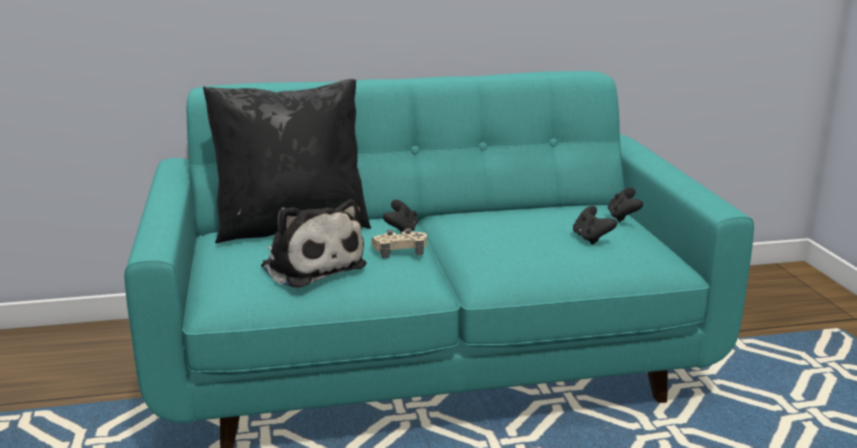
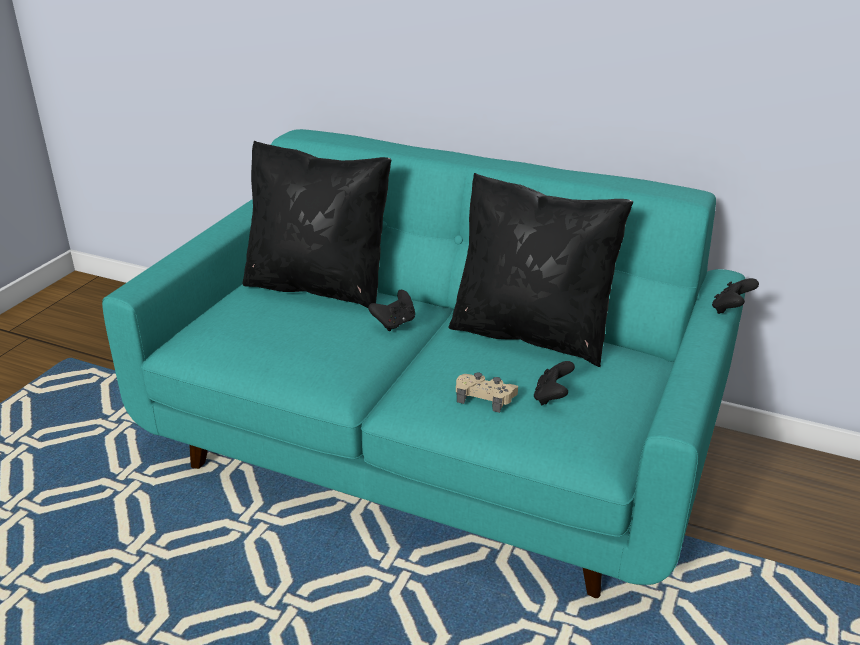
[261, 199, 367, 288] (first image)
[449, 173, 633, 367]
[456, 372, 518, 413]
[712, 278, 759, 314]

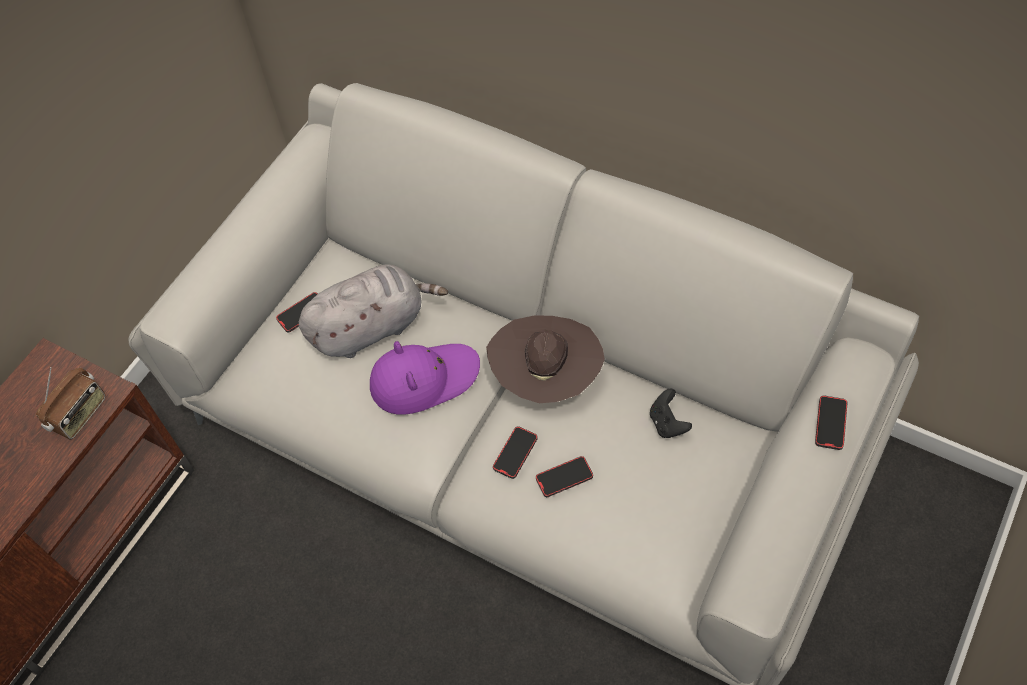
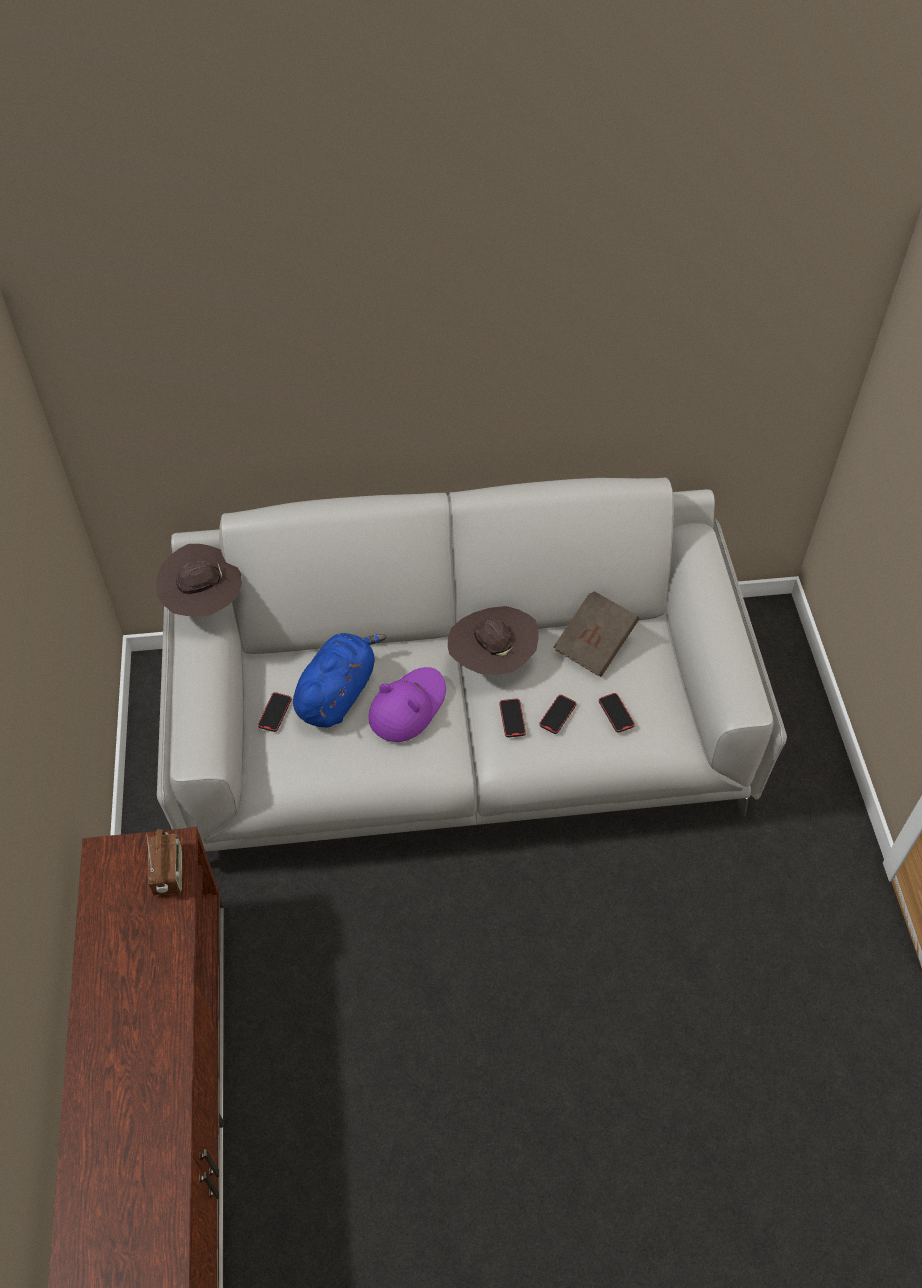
[156, 544, 242, 617]
[599, 693, 635, 733]
[554, 591, 640, 677]
[293, 633, 386, 727]

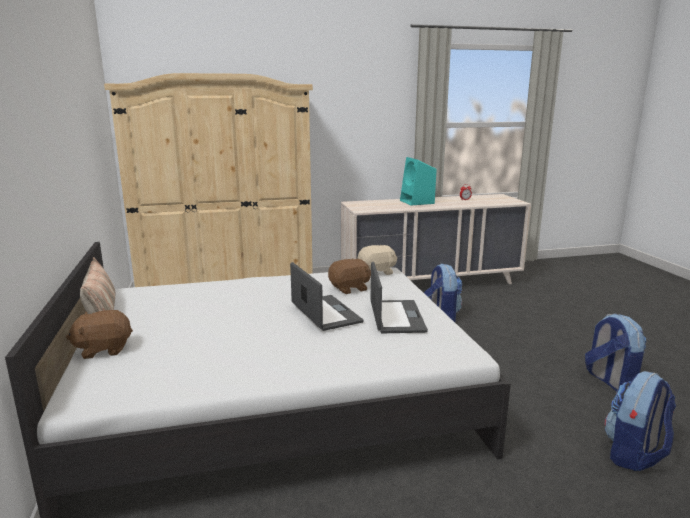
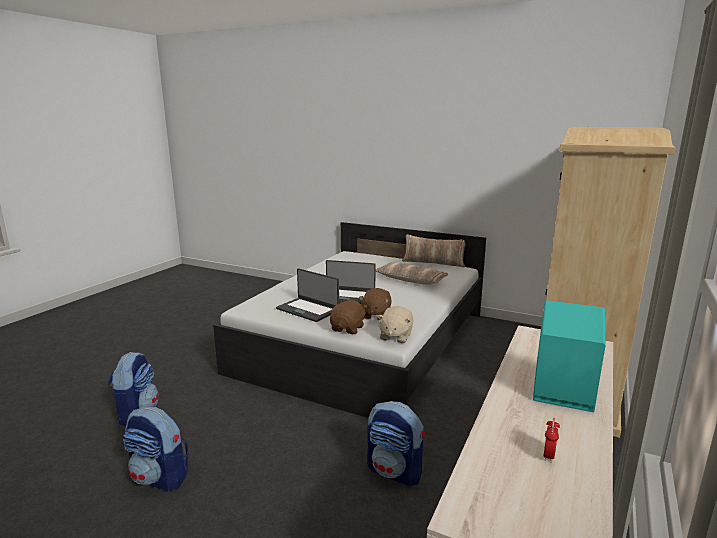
[375, 262, 448, 285]
[330, 300, 367, 334]

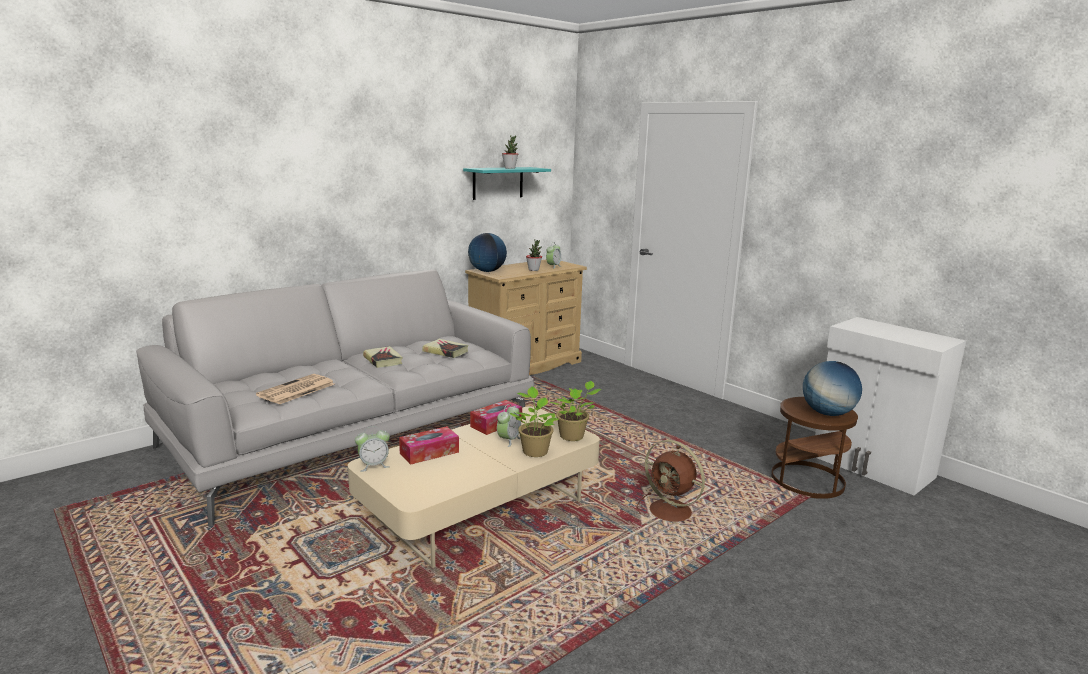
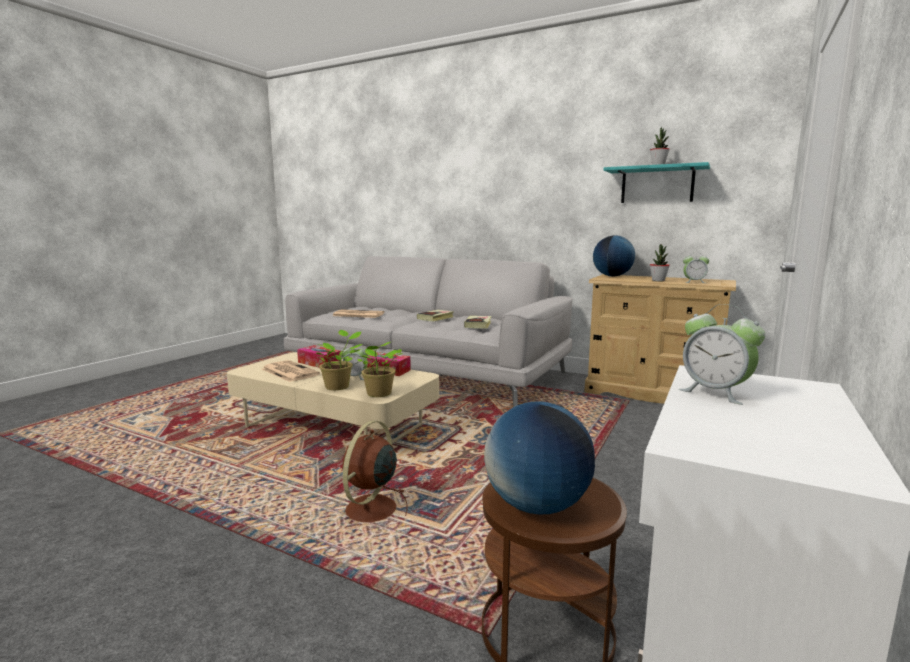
[262, 360, 320, 382]
[678, 304, 765, 405]

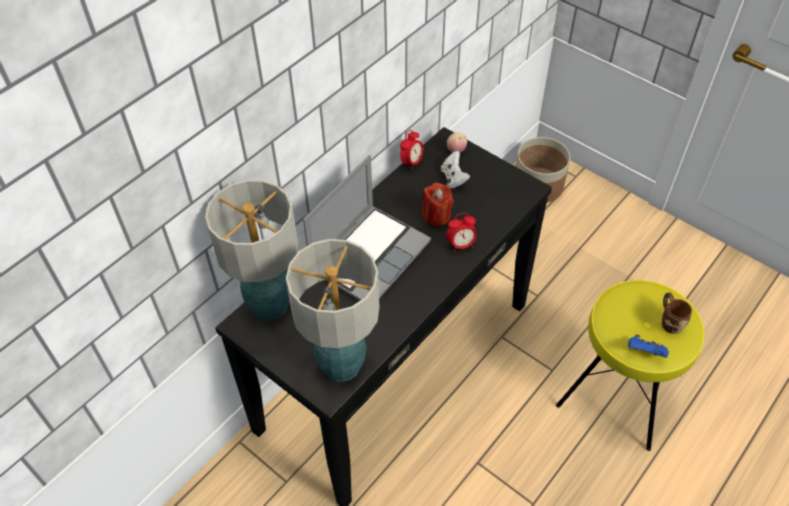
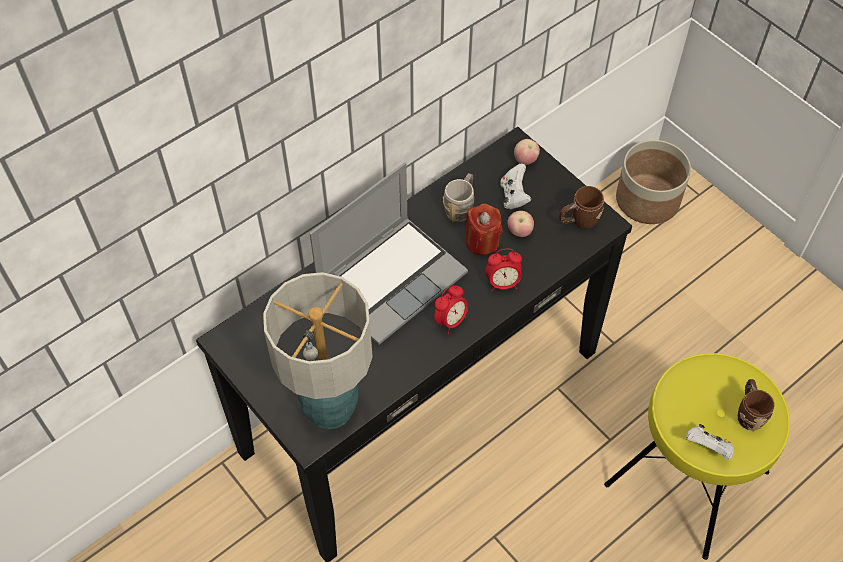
[205, 180, 298, 321] (first image)
[443, 173, 474, 222]
[507, 211, 534, 237]
[559, 186, 604, 229]
[434, 285, 468, 334]
[686, 424, 734, 460]

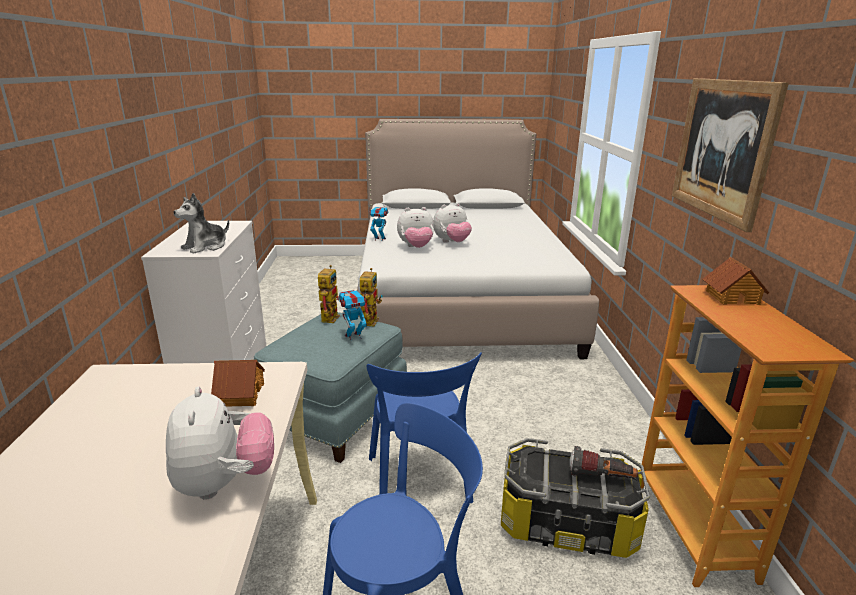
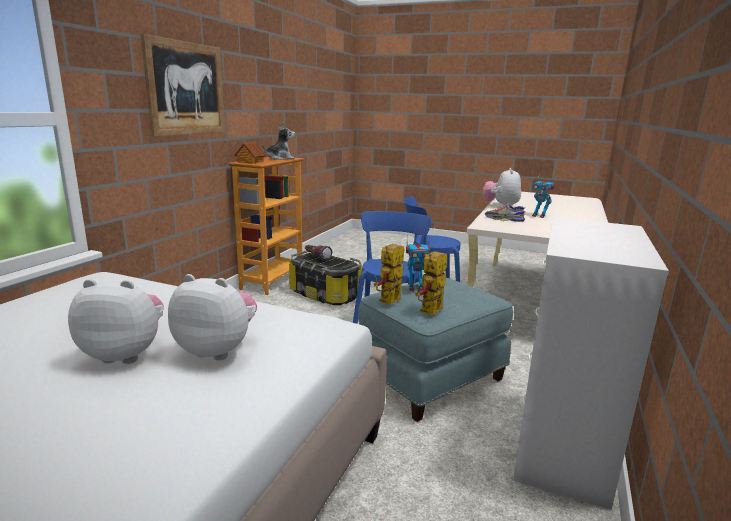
[262, 122, 295, 160]
[532, 173, 557, 218]
[485, 203, 525, 222]

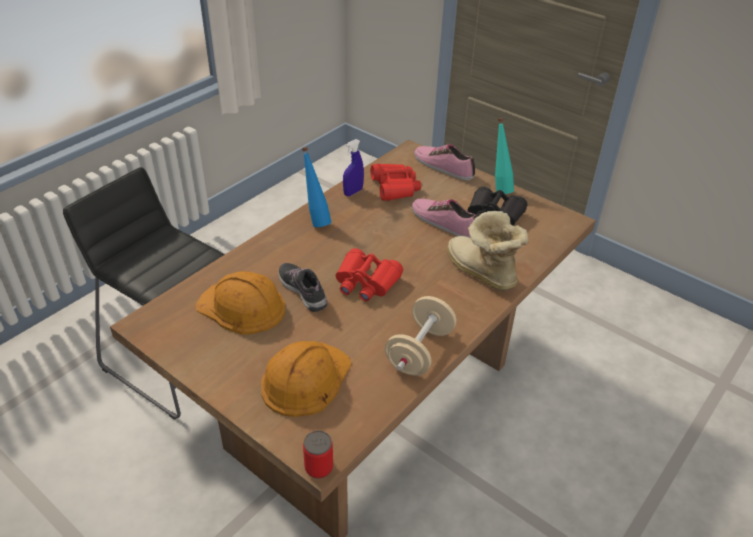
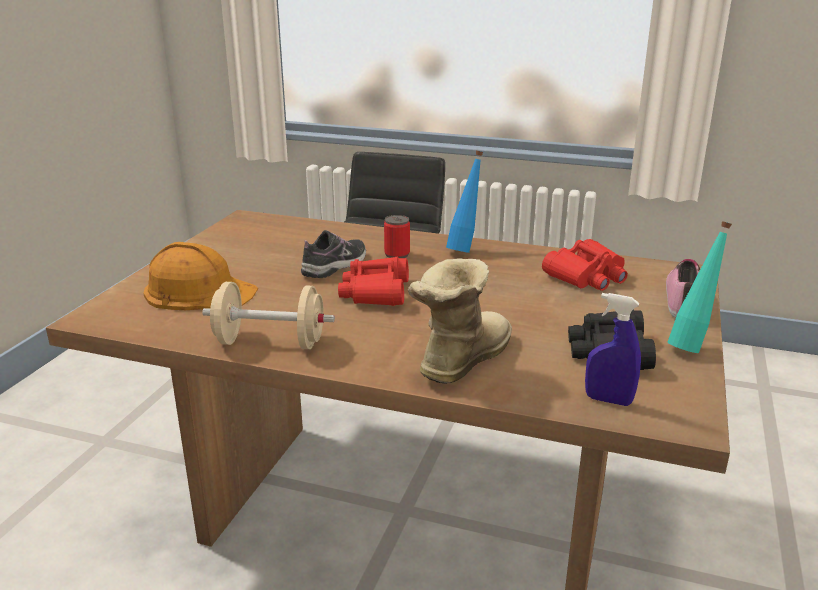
[195, 271, 285, 335] (first image)
[412, 199, 477, 238] (first image)
[384, 215, 410, 258]
[585, 293, 641, 406]

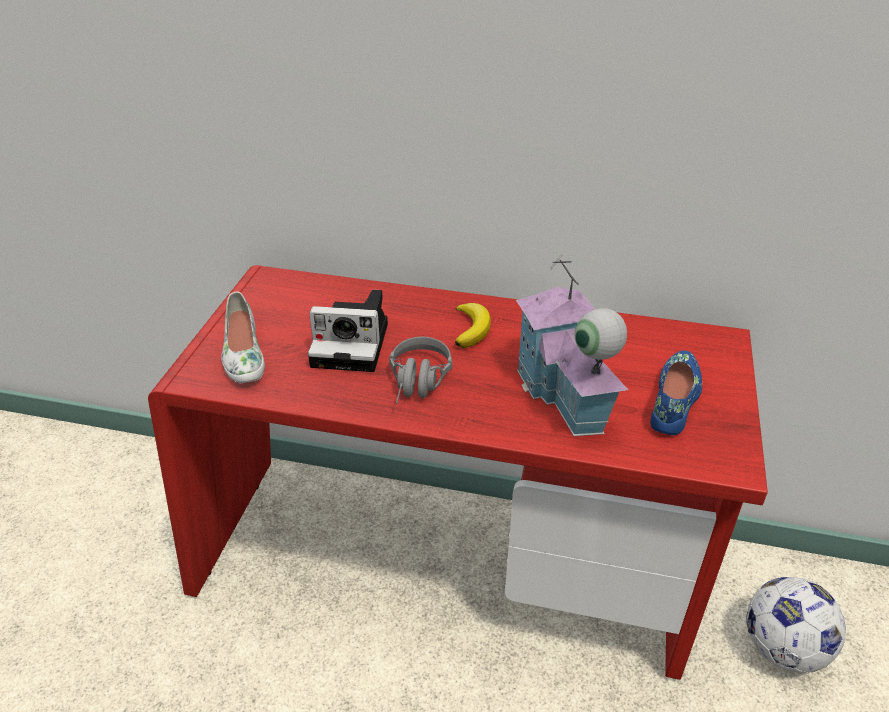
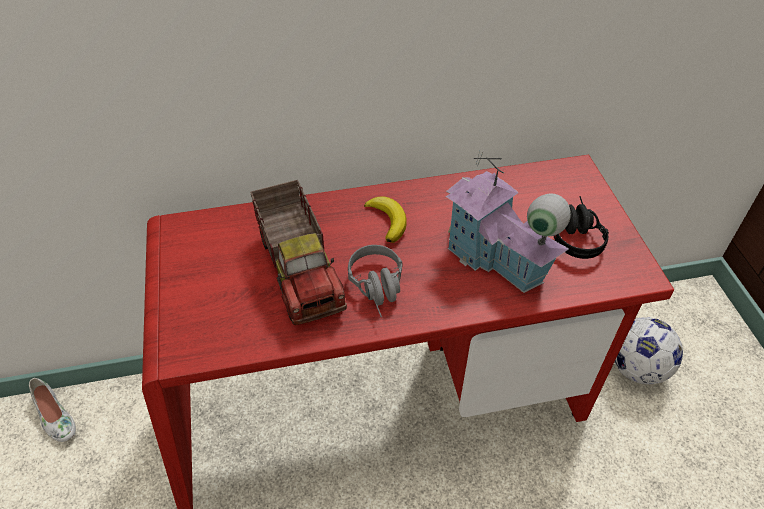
[29, 378, 76, 442]
[250, 180, 347, 325]
[554, 196, 609, 259]

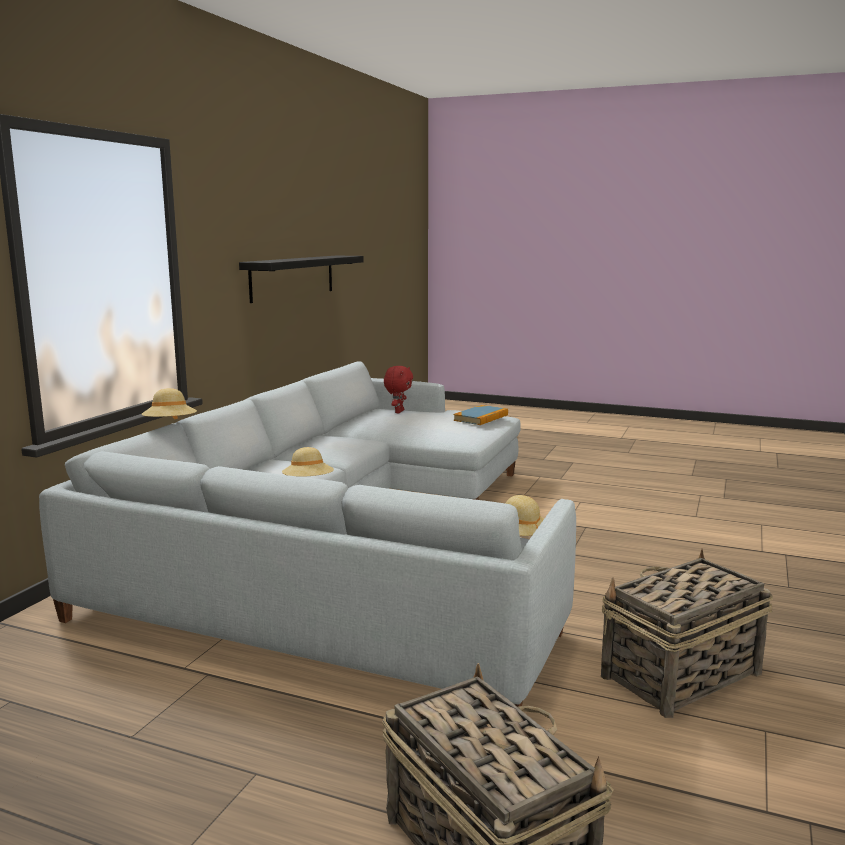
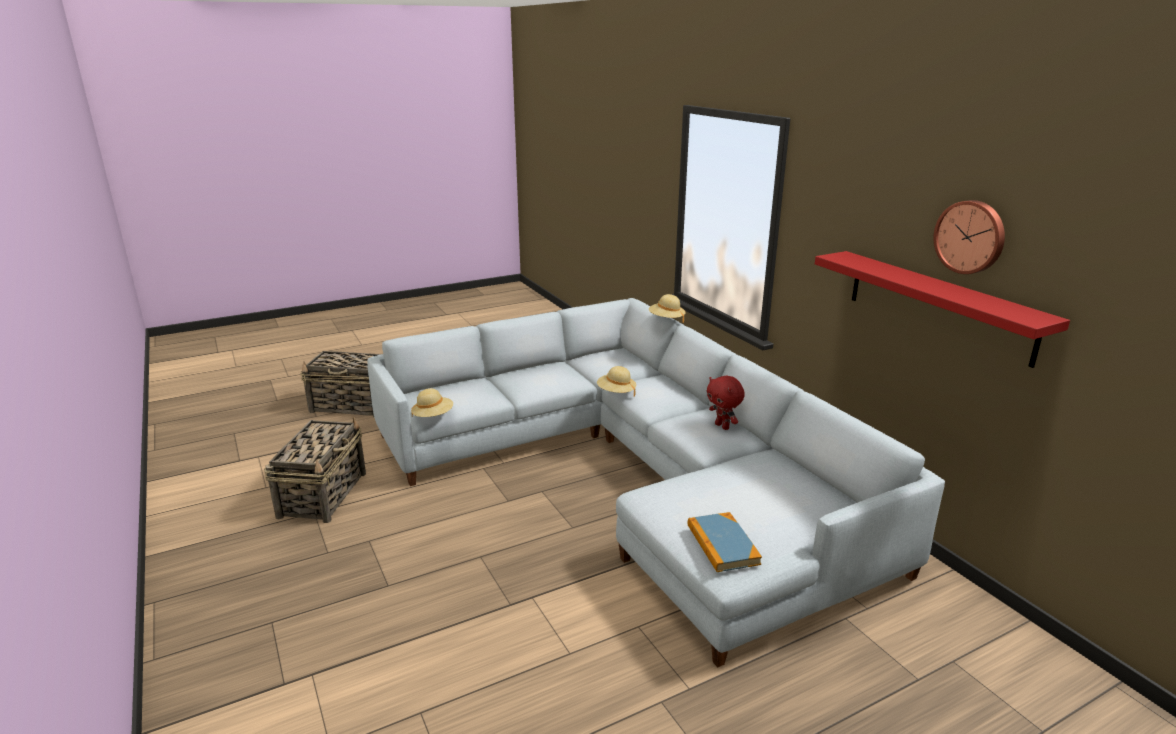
[933, 200, 1005, 274]
[707, 376, 745, 430]
[815, 251, 1070, 368]

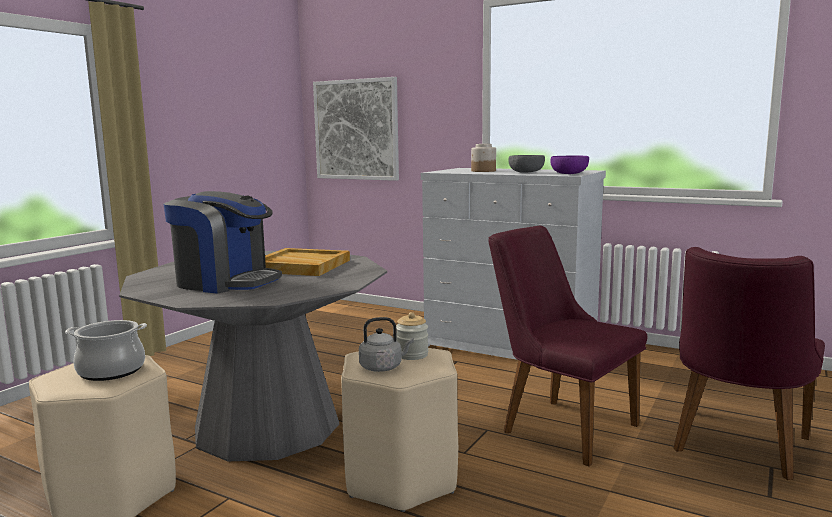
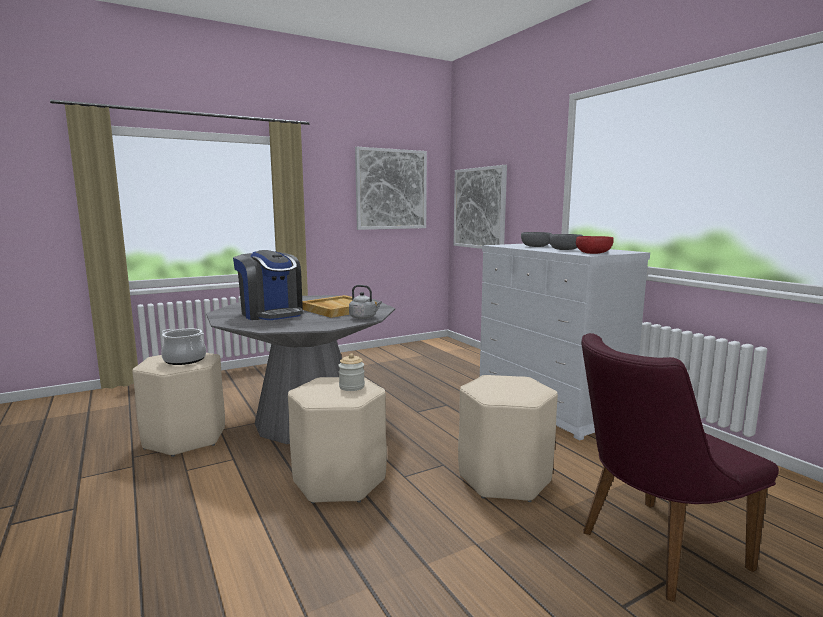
[355, 147, 427, 230]
[349, 285, 382, 319]
[521, 232, 552, 247]
[458, 375, 558, 502]
[576, 236, 614, 254]

